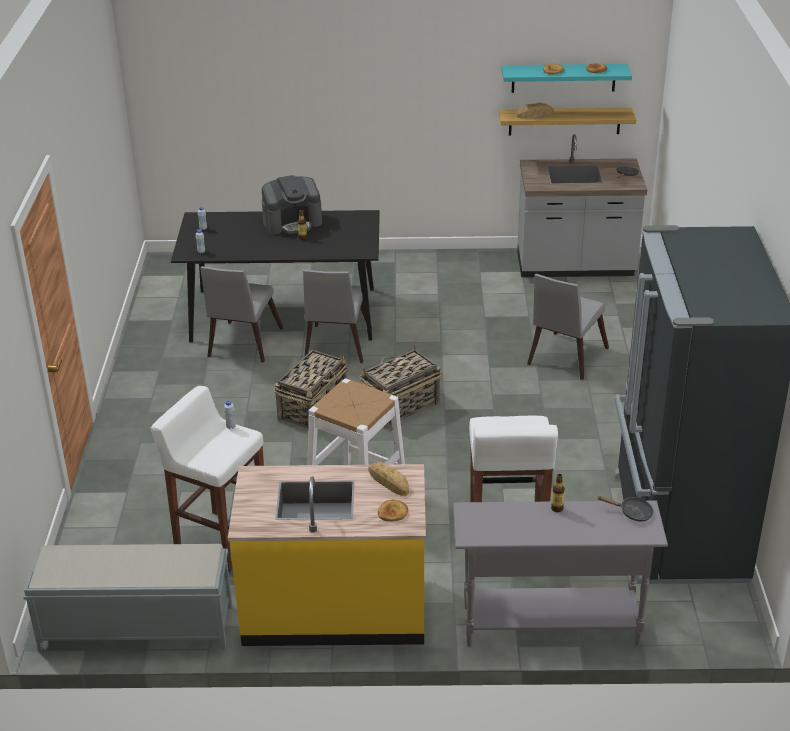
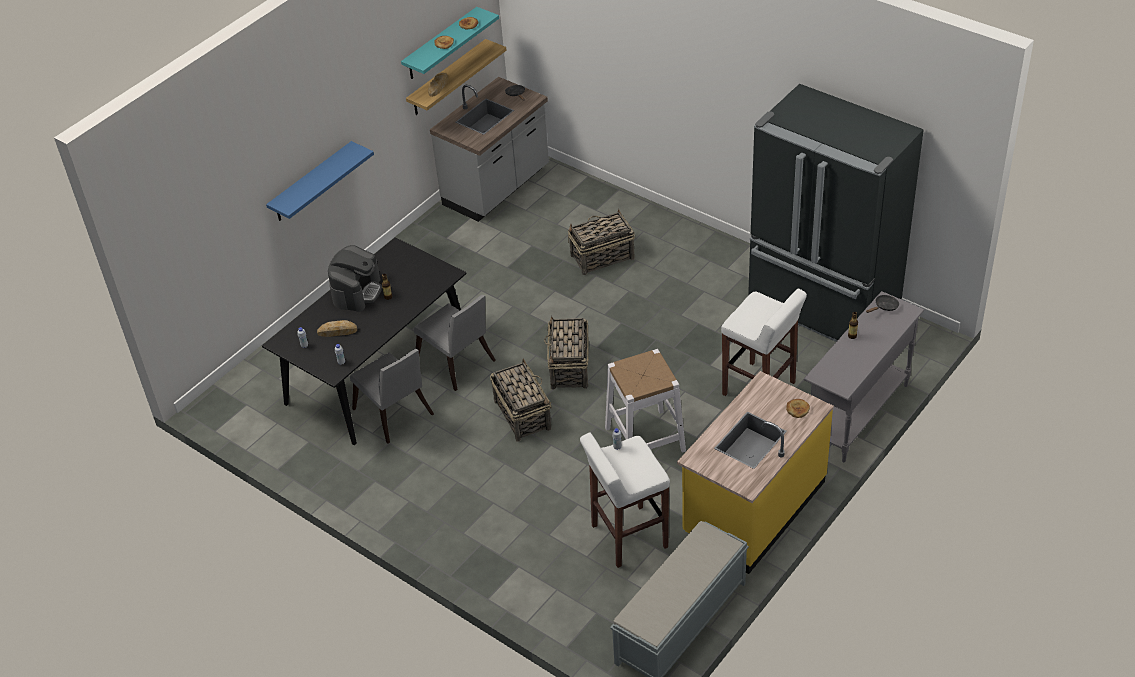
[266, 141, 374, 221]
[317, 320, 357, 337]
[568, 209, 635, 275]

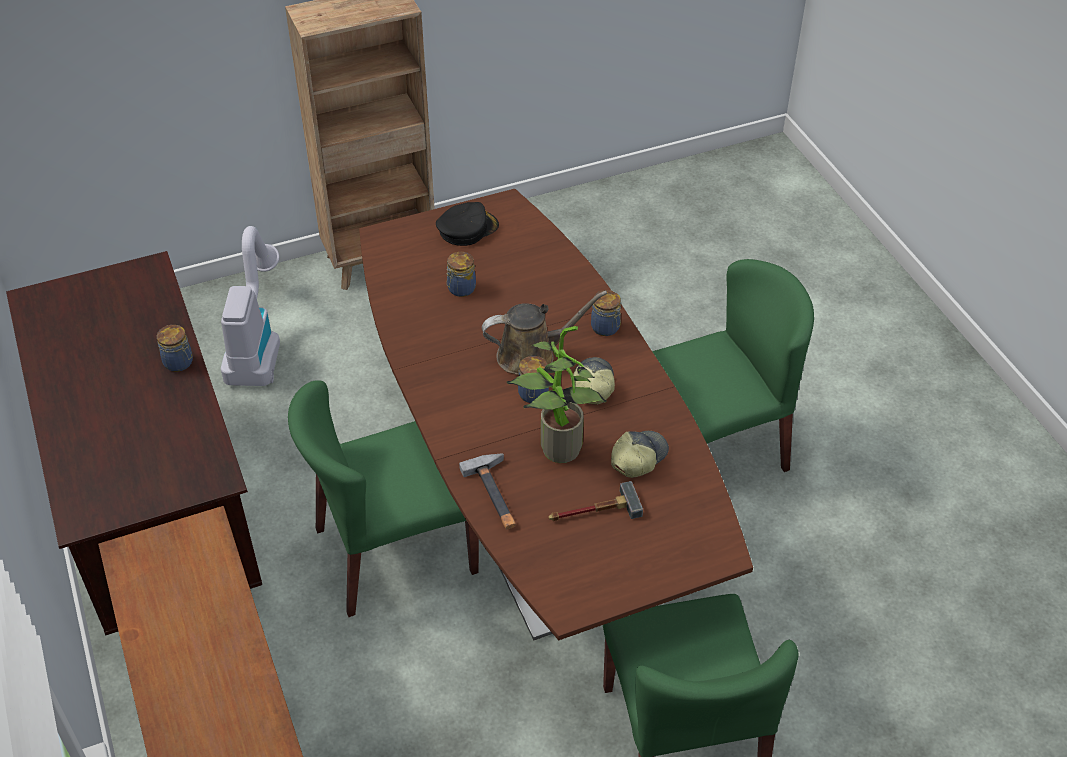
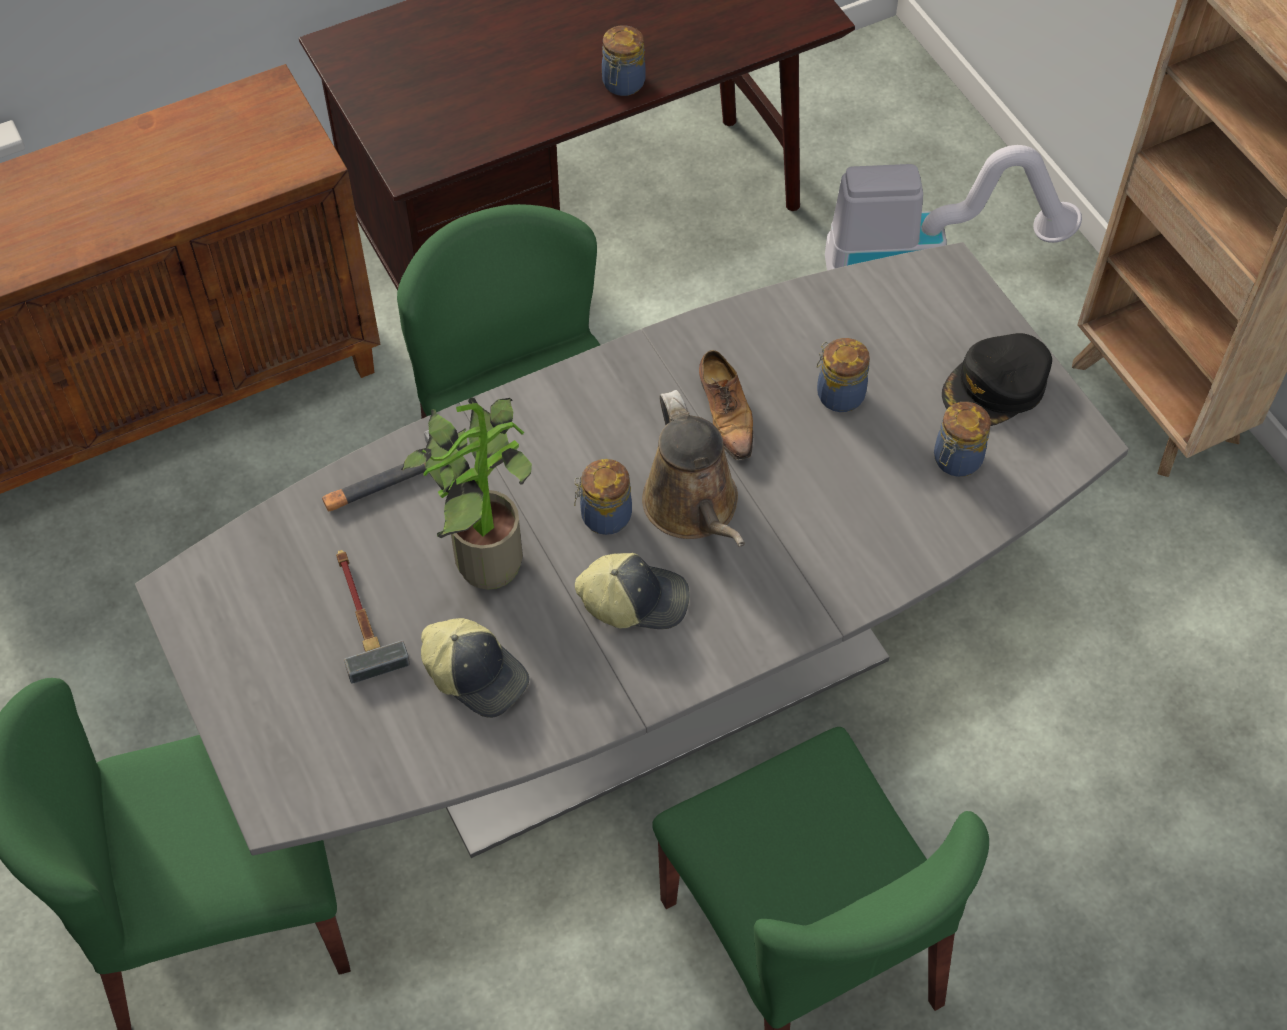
[699, 350, 753, 460]
[934, 402, 991, 477]
[135, 242, 1129, 858]
[942, 333, 1052, 426]

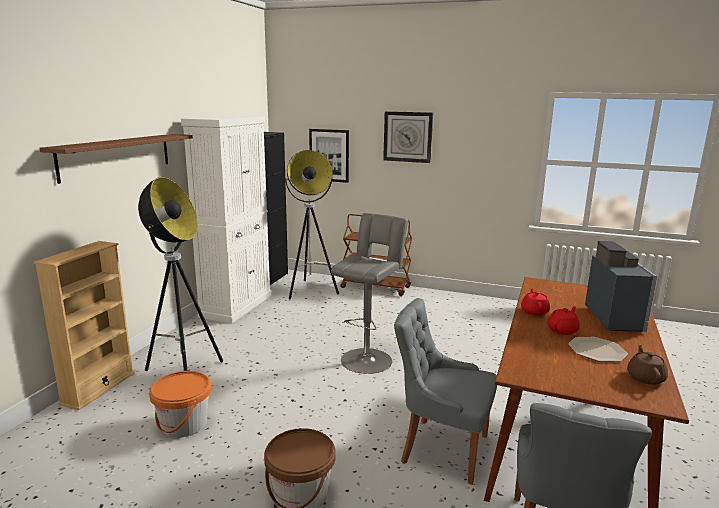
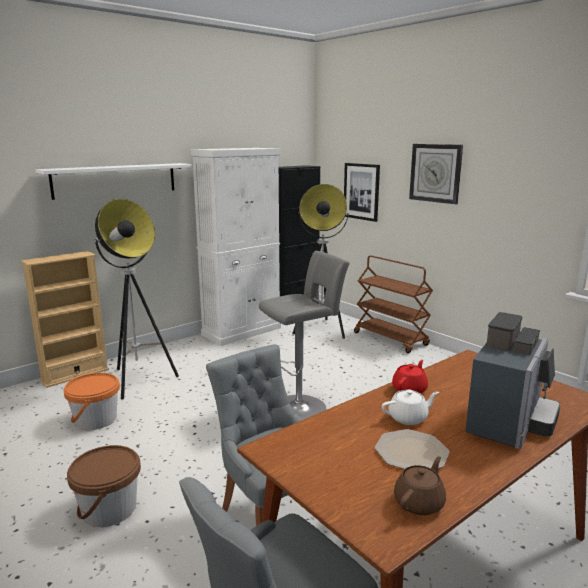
[35, 163, 193, 200]
[382, 390, 439, 425]

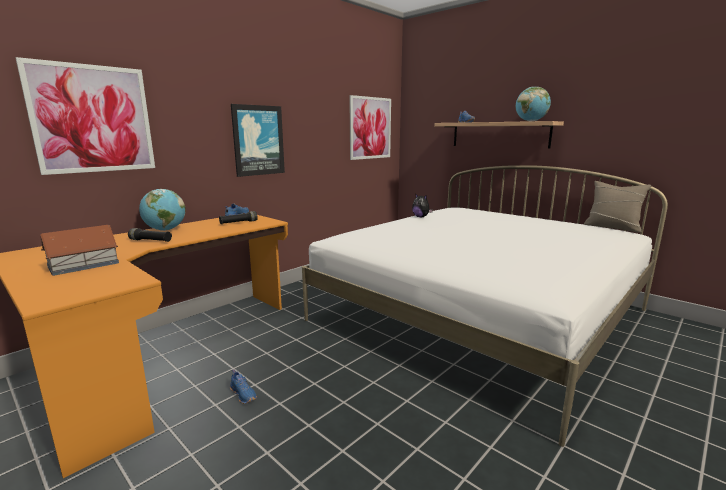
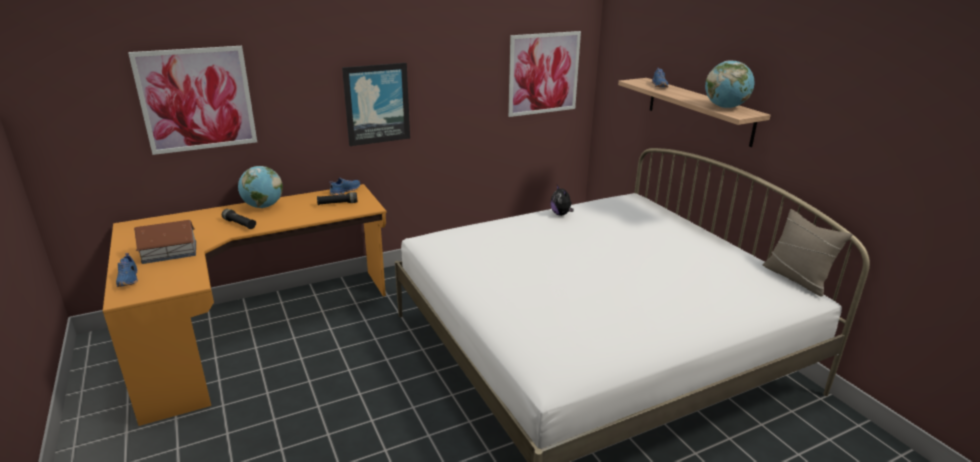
[116, 253, 138, 287]

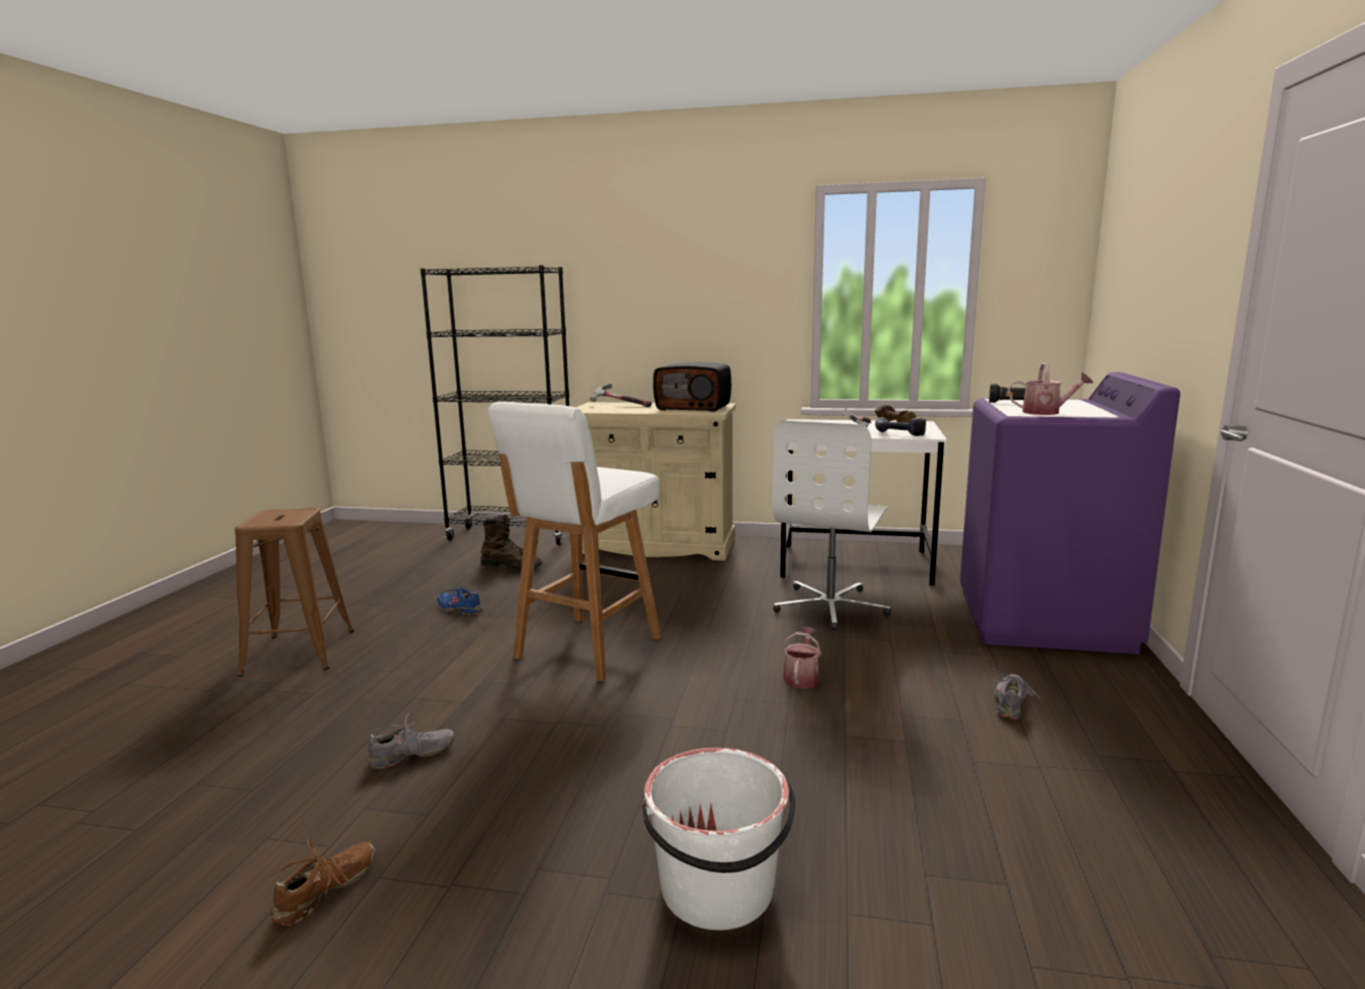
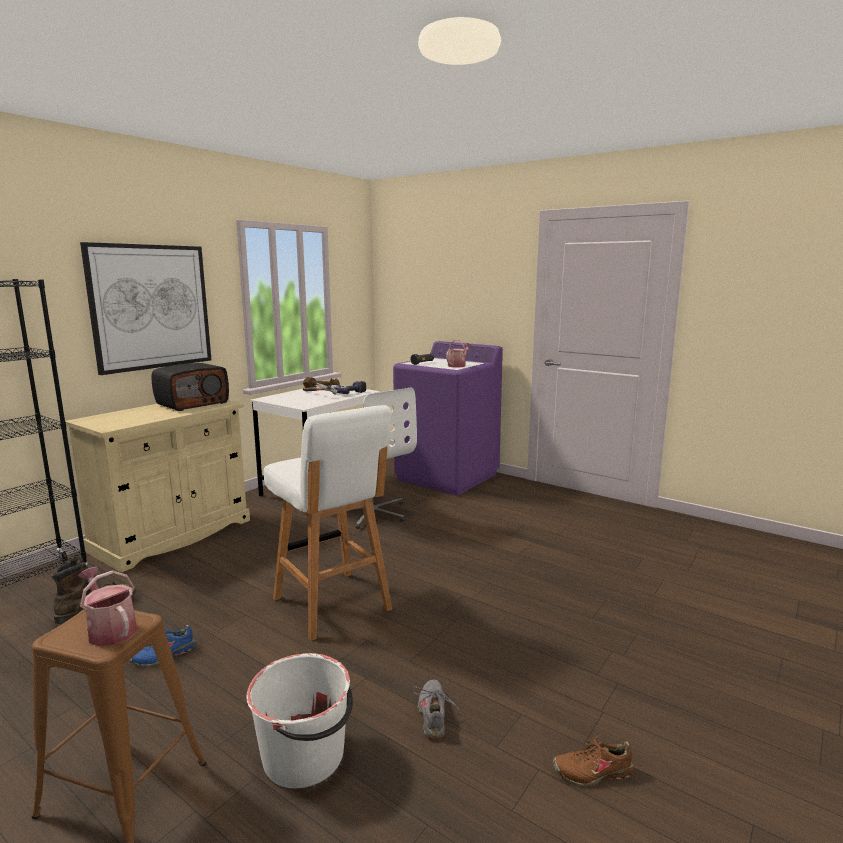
[590, 384, 652, 407] (first image)
[988, 669, 1040, 720] (first image)
[80, 242, 211, 375]
[247, 653, 353, 788]
[77, 567, 137, 646]
[552, 734, 634, 786]

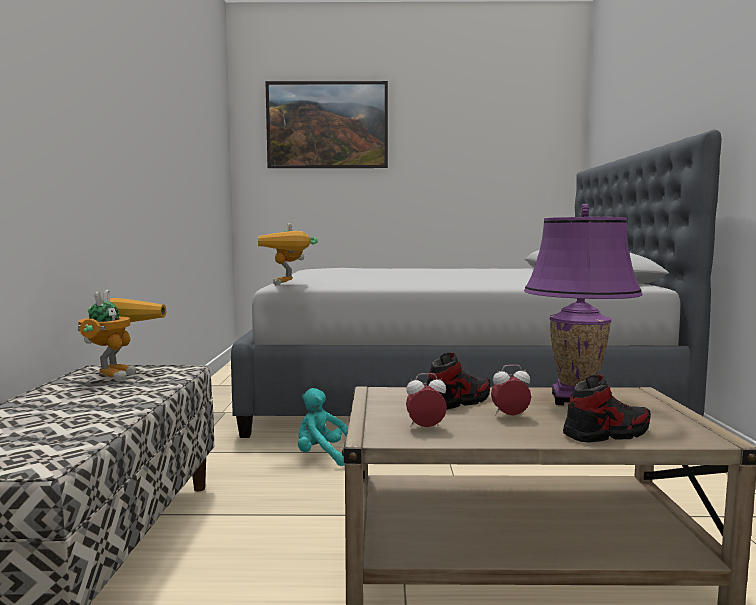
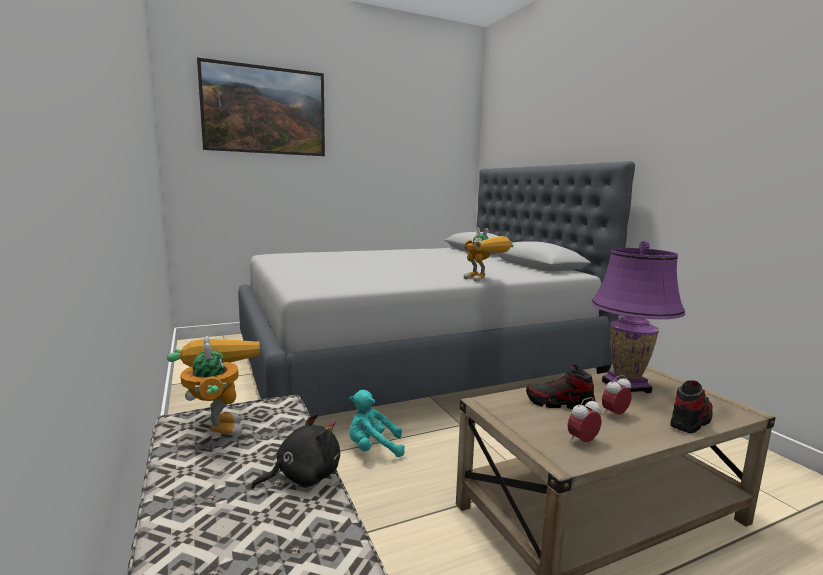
[251, 413, 340, 489]
[463, 227, 514, 282]
[526, 365, 595, 410]

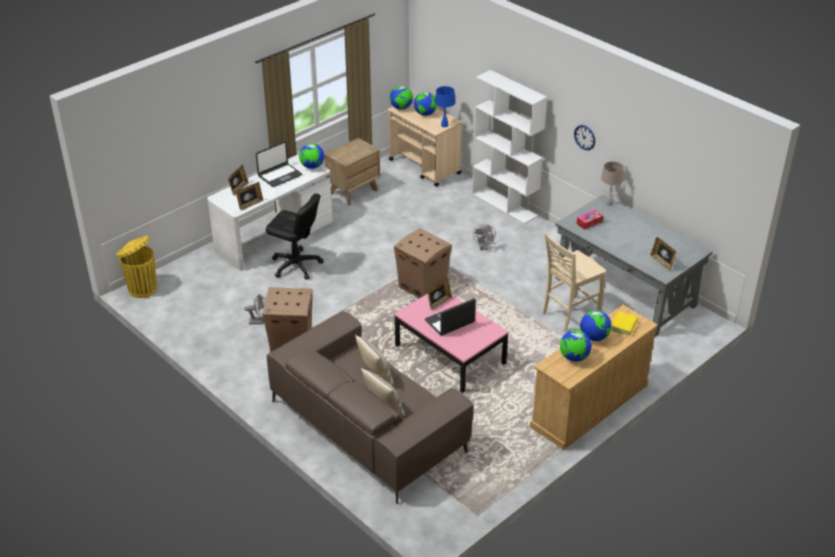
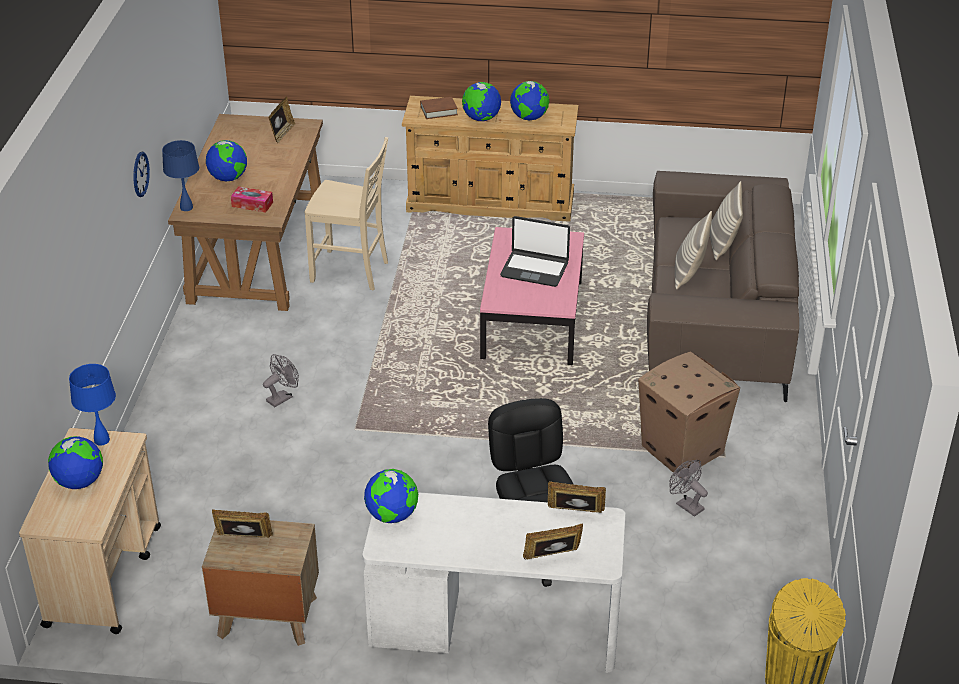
[256, 141, 302, 187] (first image)
[394, 229, 452, 298] (first image)
[472, 70, 547, 224] (first image)
[206, 140, 247, 182]
[212, 509, 273, 538]
[168, 114, 323, 311]
[162, 140, 199, 211]
[420, 97, 458, 119]

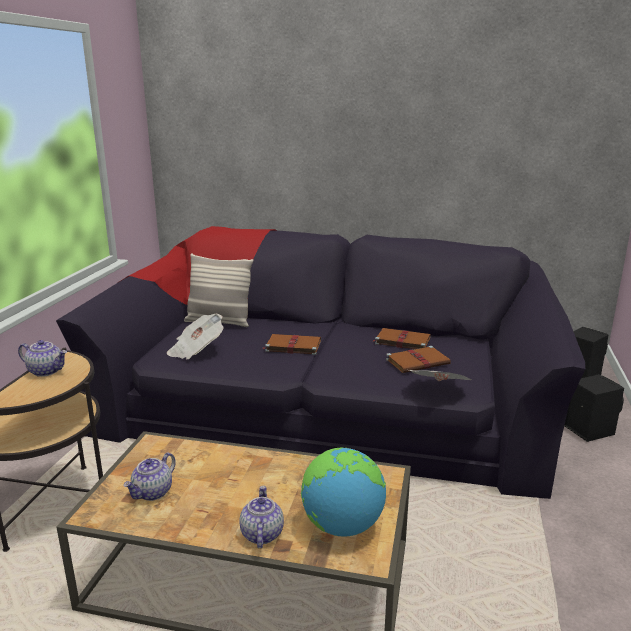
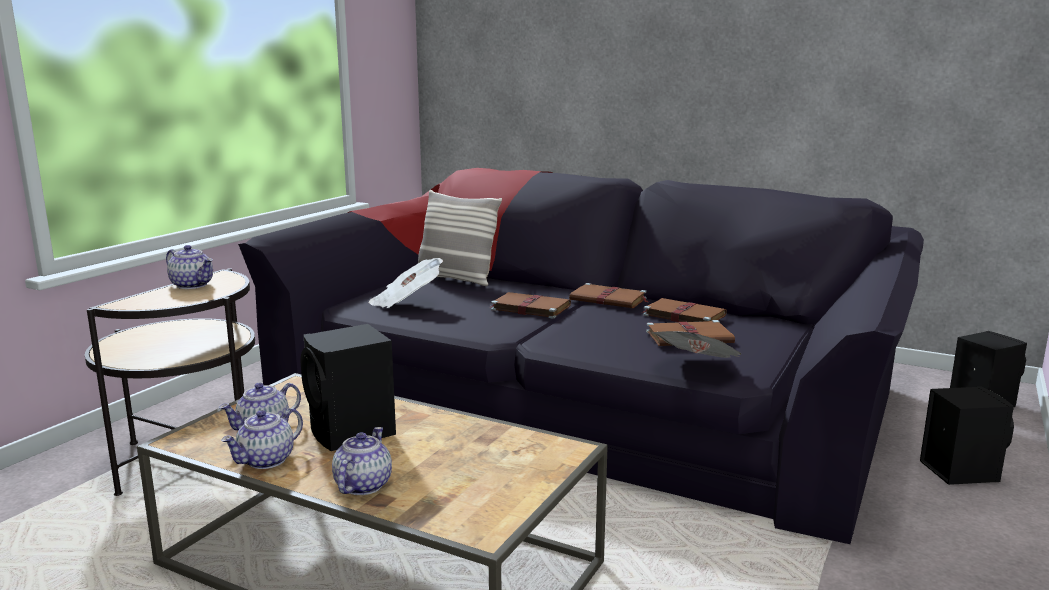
[301, 448, 386, 537] (first image)
[221, 408, 303, 469]
[300, 324, 396, 451]
[569, 283, 648, 308]

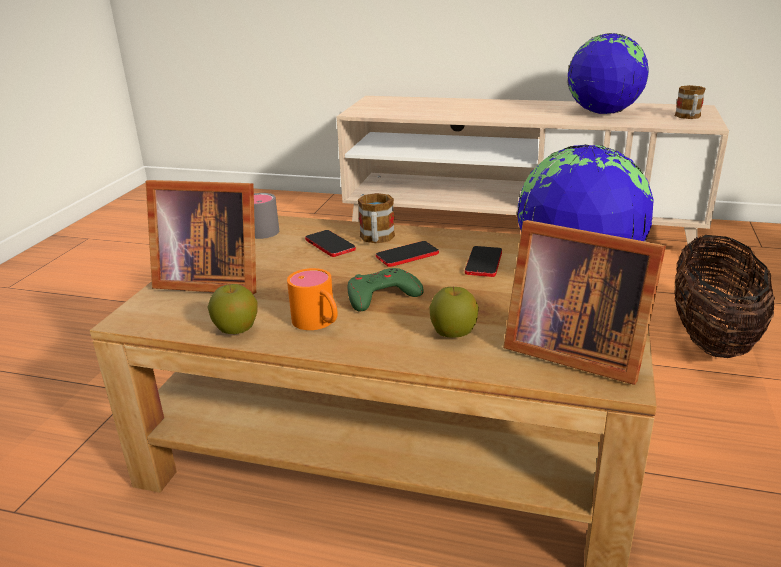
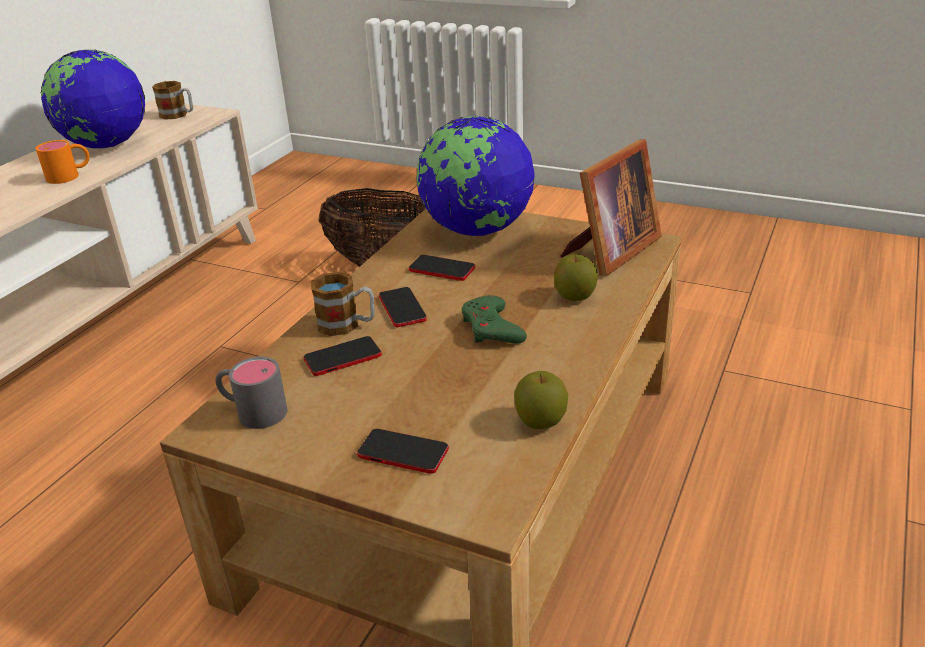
[35, 140, 90, 184]
[357, 429, 449, 474]

